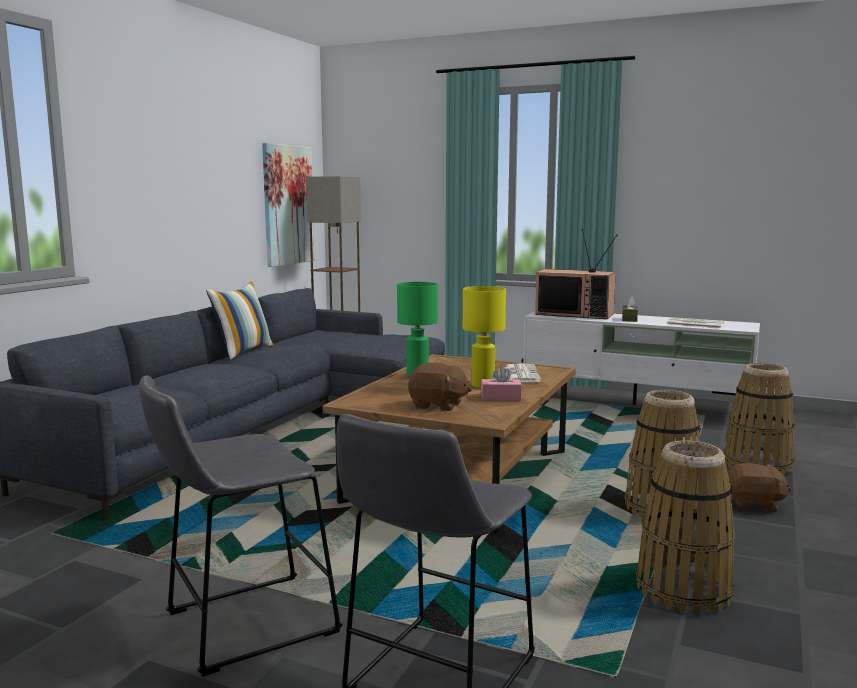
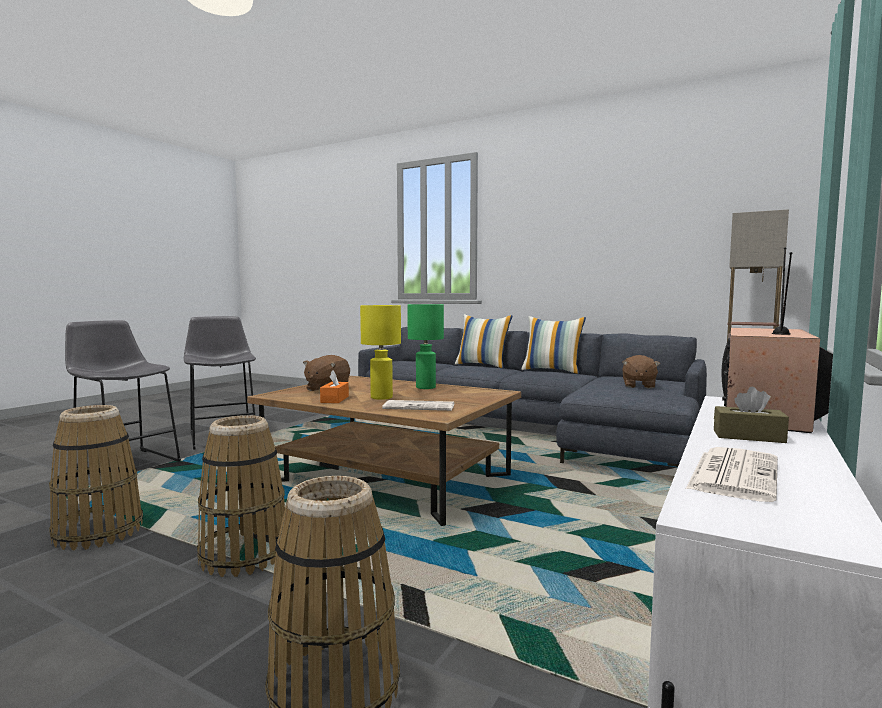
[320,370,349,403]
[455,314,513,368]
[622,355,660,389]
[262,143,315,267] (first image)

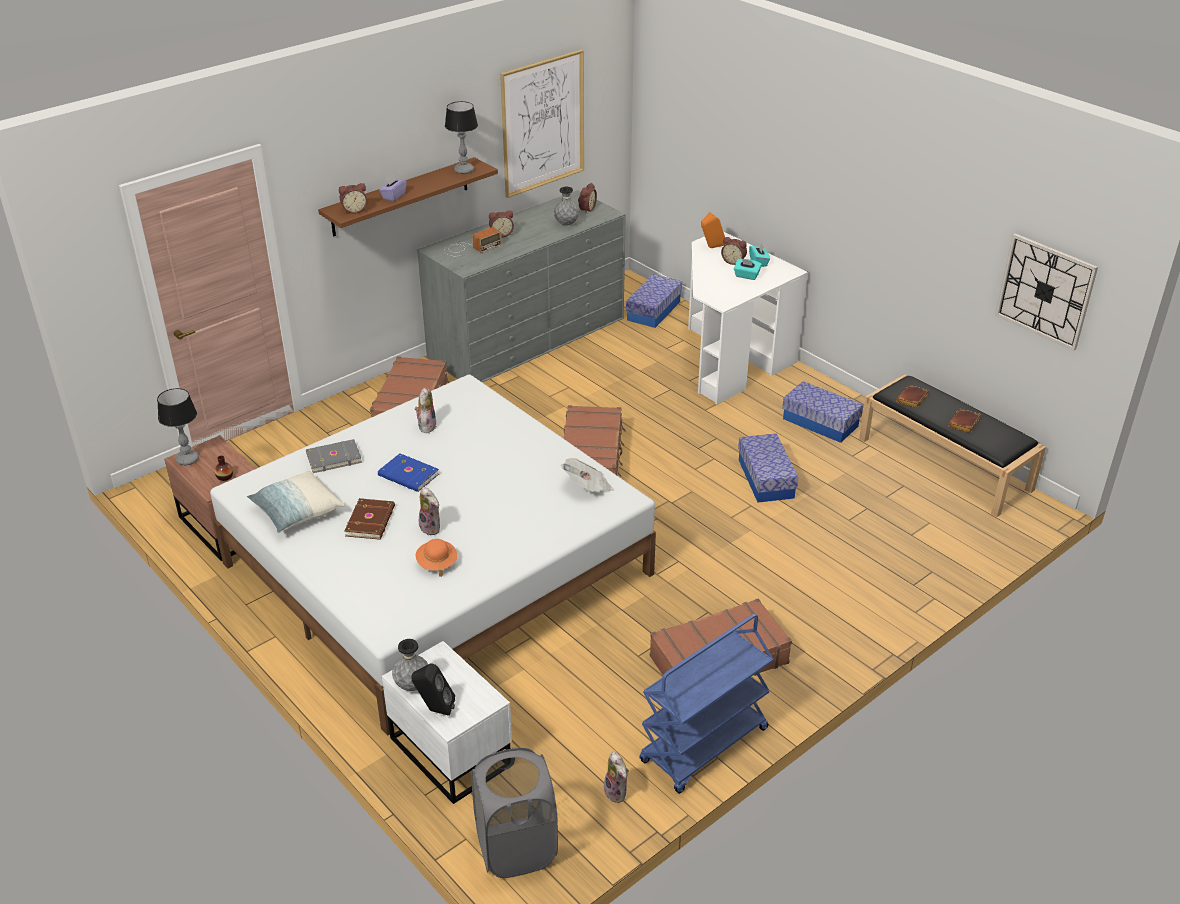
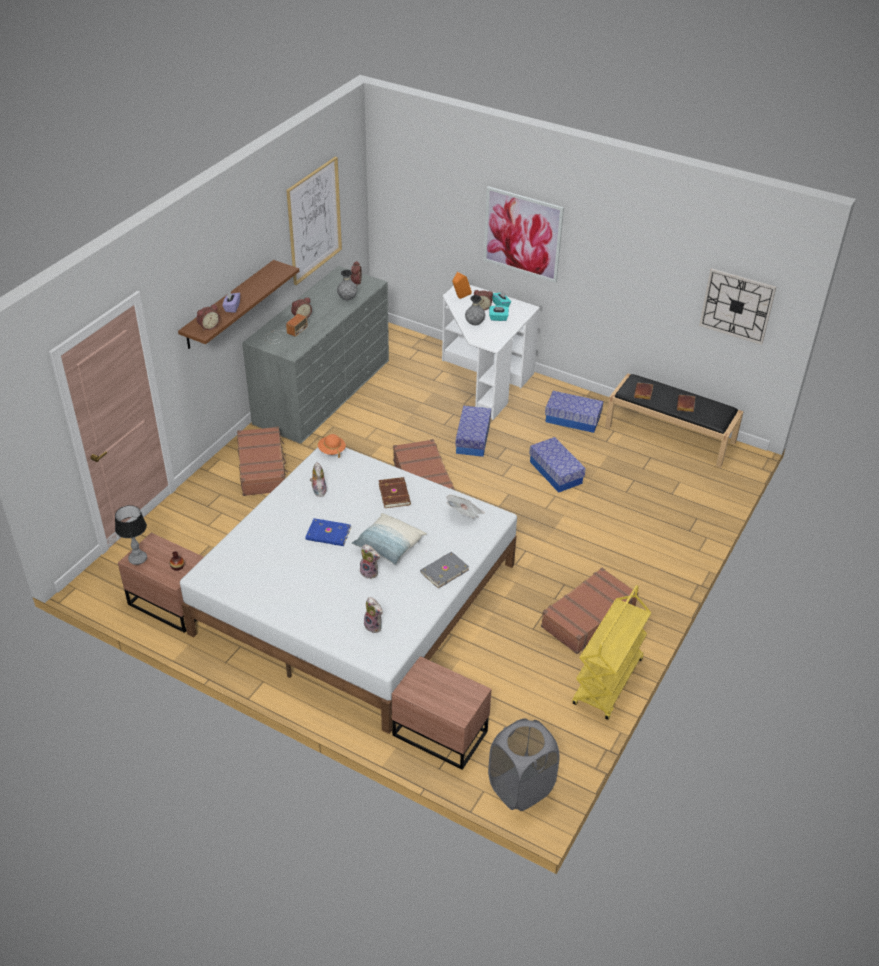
[318,434,346,458]
[351,513,427,565]
[364,597,383,633]
[379,477,411,508]
[391,656,492,770]
[420,552,469,589]
[455,406,491,457]
[465,295,485,325]
[483,186,564,283]
[572,585,652,720]
[411,664,455,716] (first image)
[445,101,478,174] (first image)

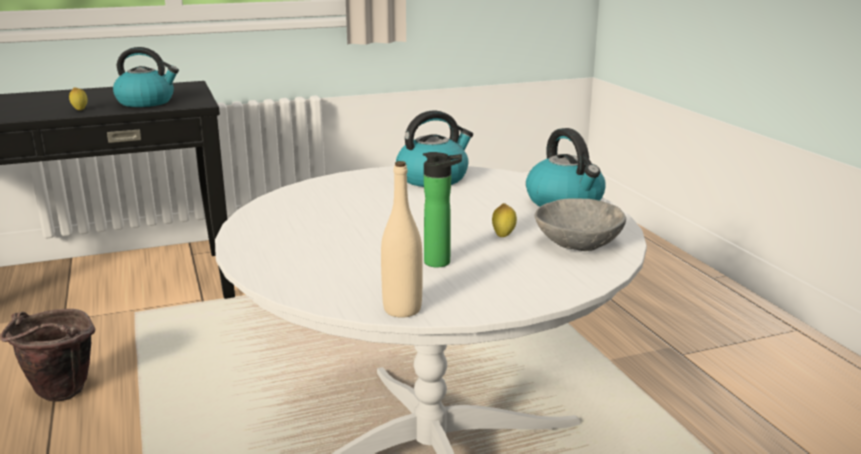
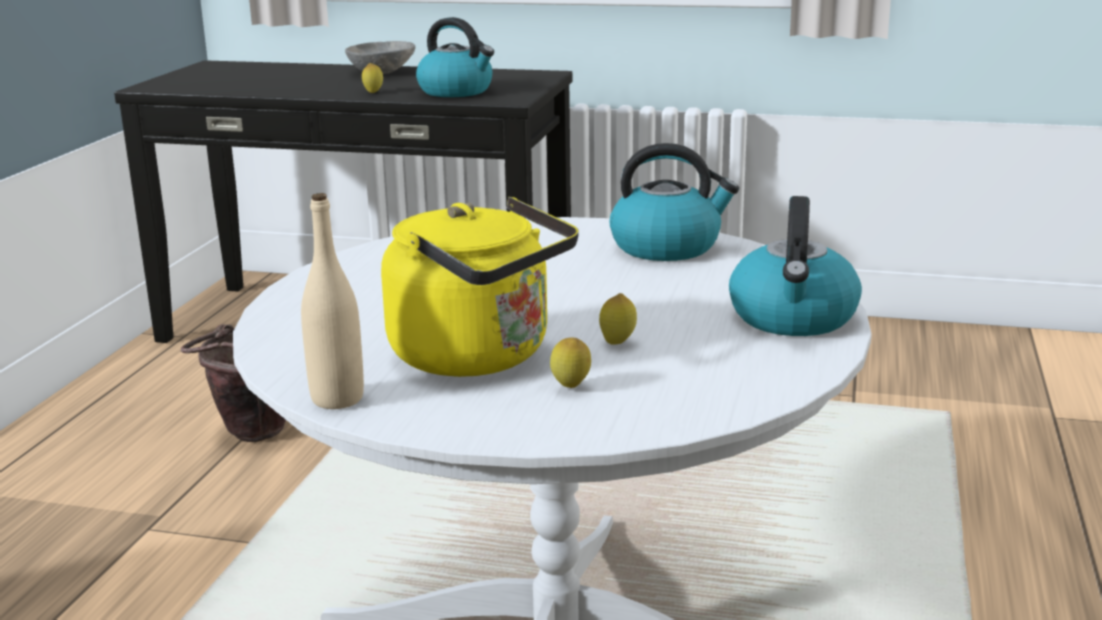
[345,41,415,74]
[381,197,579,377]
[550,338,591,388]

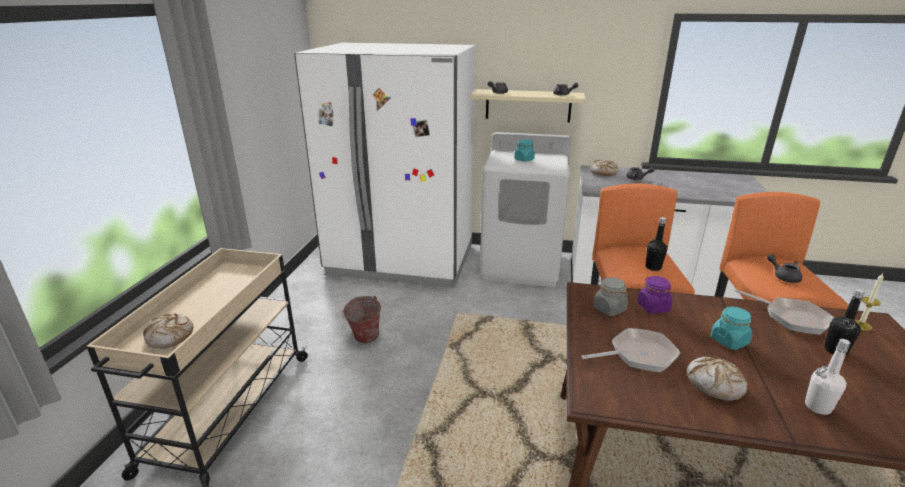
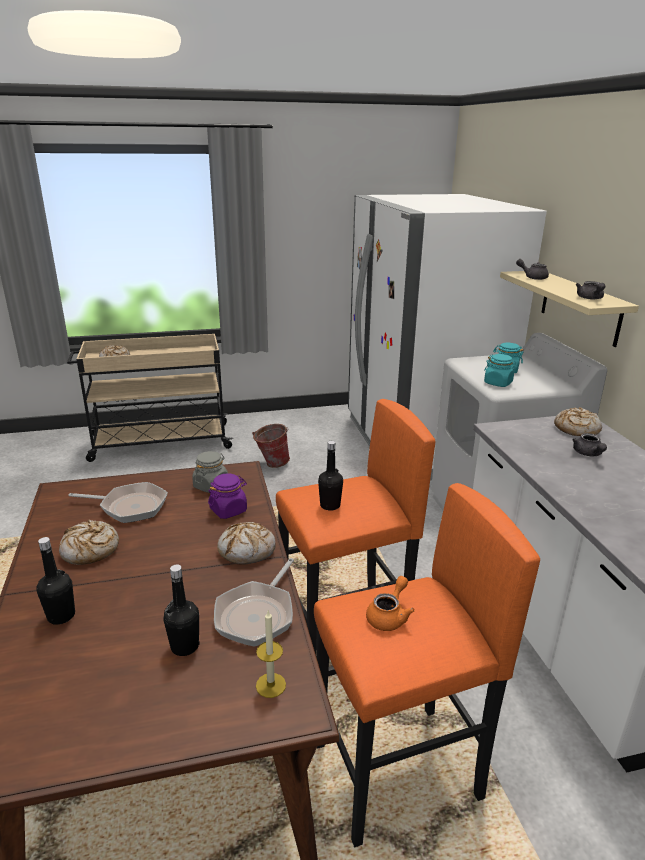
[36,537,75,625]
[68,482,168,523]
[217,522,276,565]
[366,576,415,631]
[484,354,517,387]

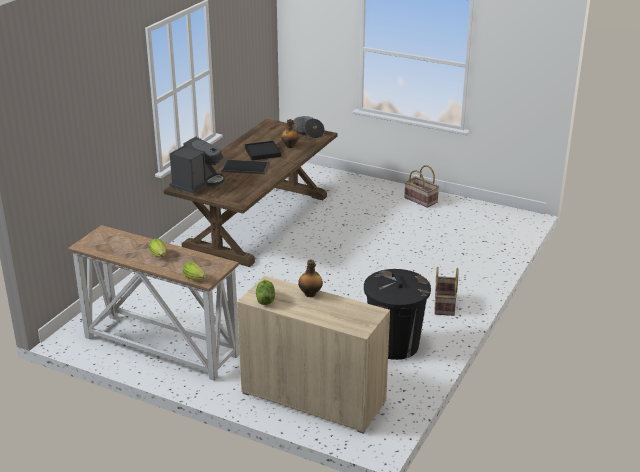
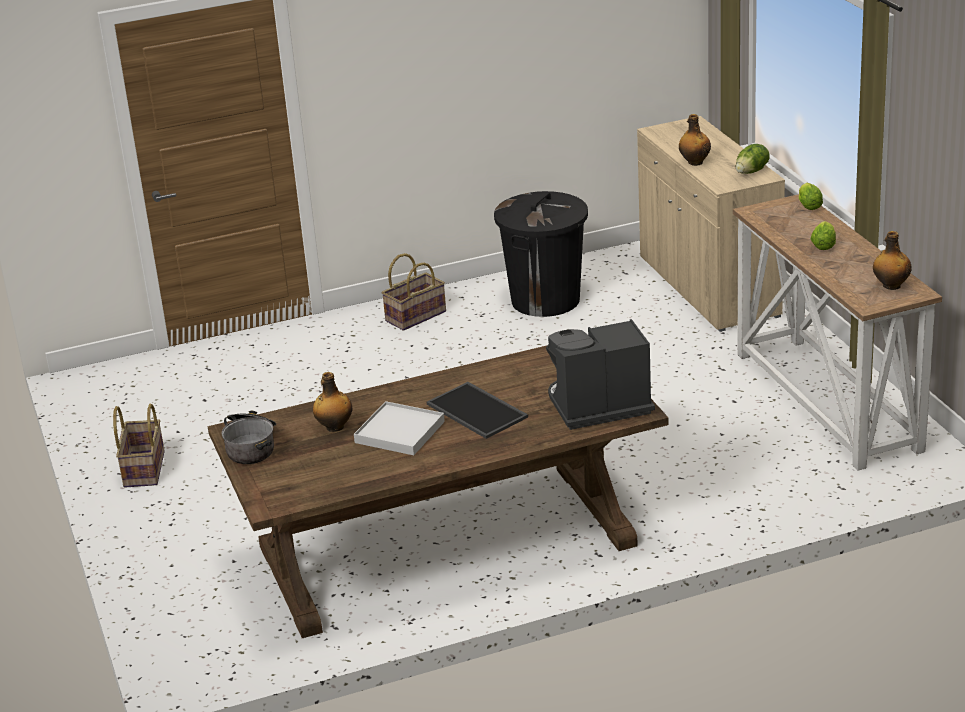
[354,401,445,455]
[873,231,912,290]

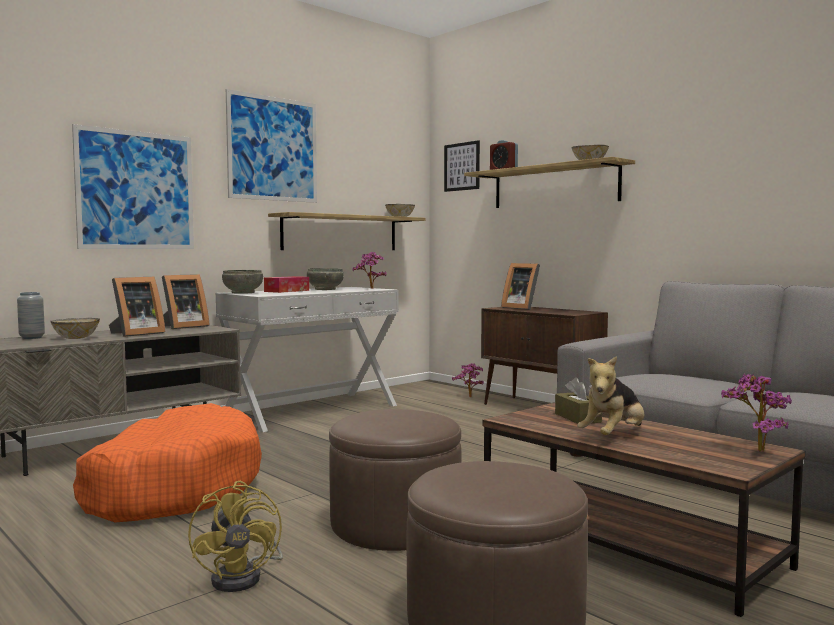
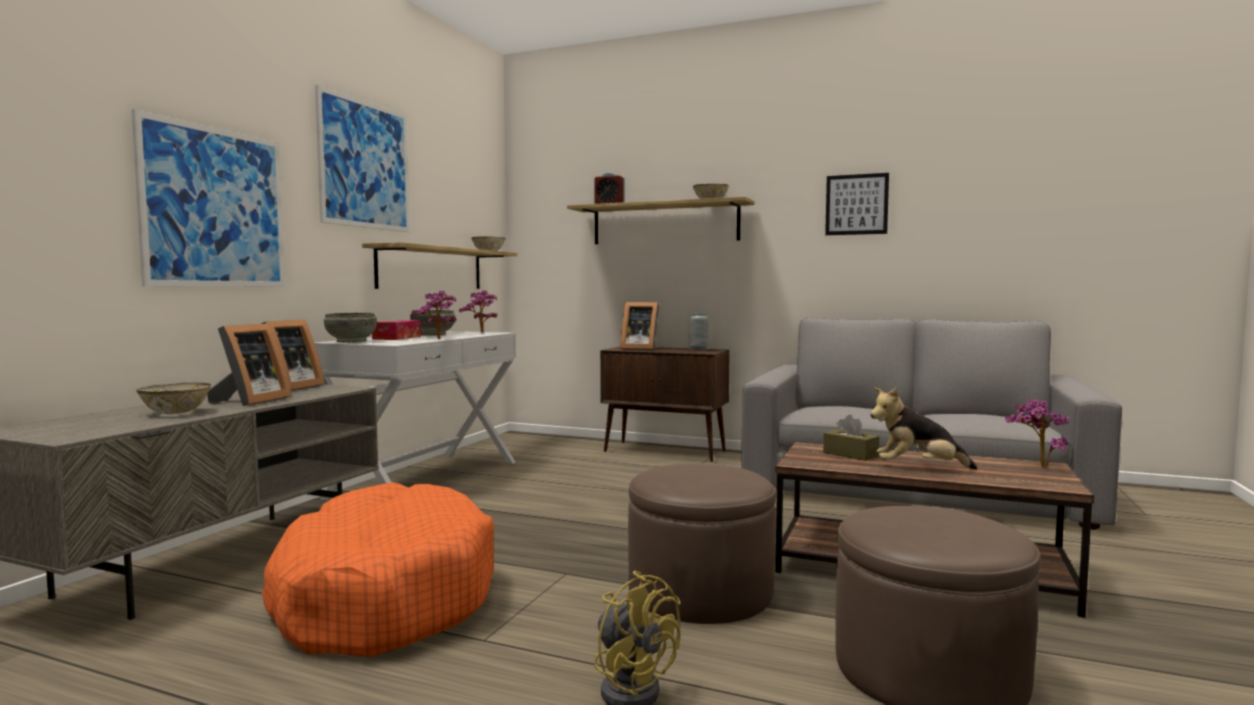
[412,291,457,339]
[690,313,708,350]
[825,173,889,235]
[870,387,977,469]

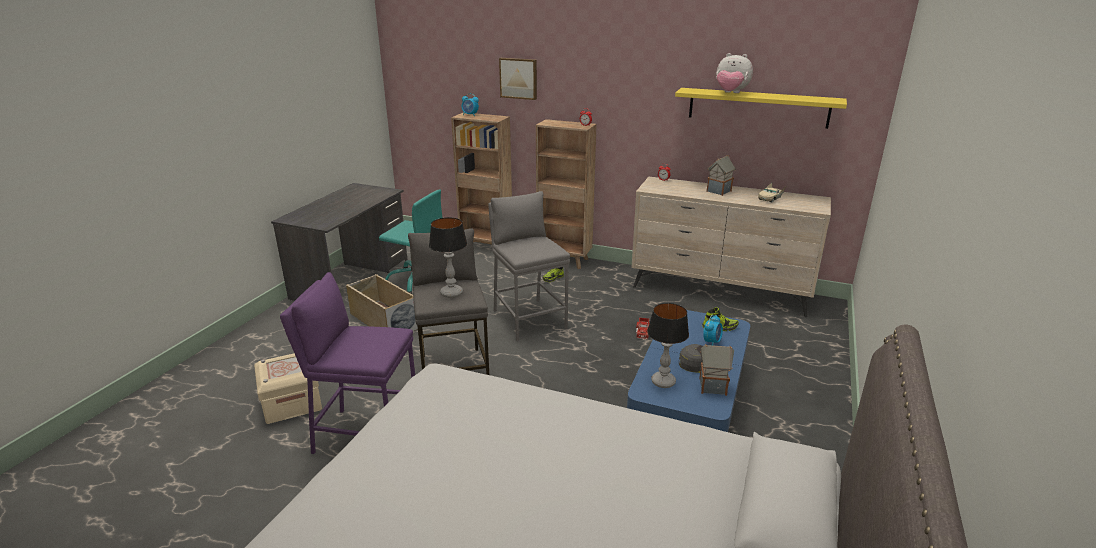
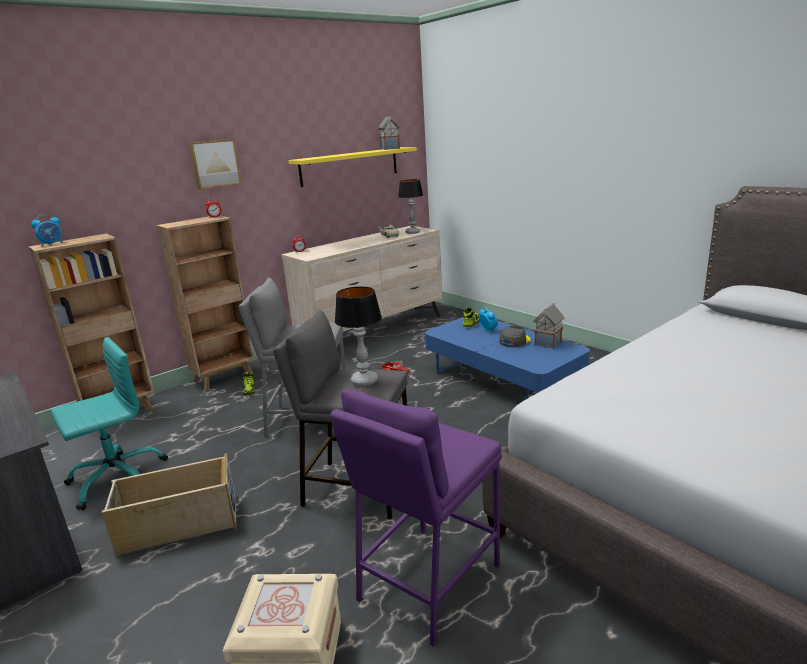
[189,139,241,189]
[378,116,400,150]
[398,179,423,234]
[716,53,753,93] (first image)

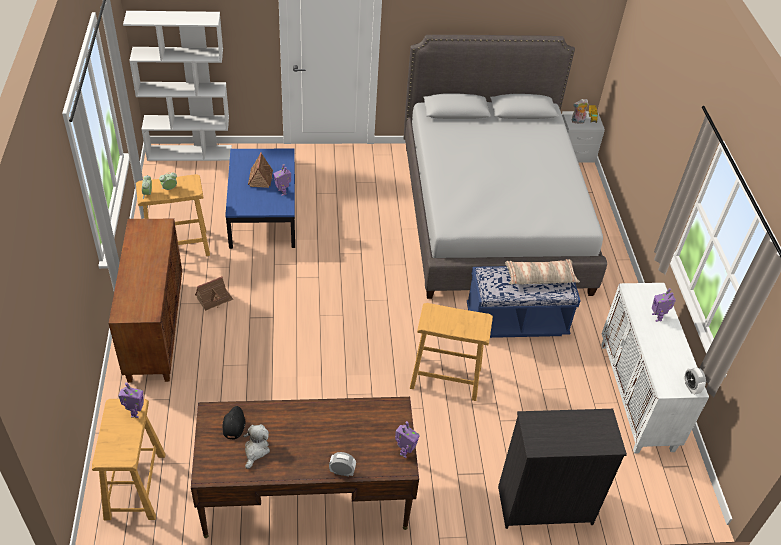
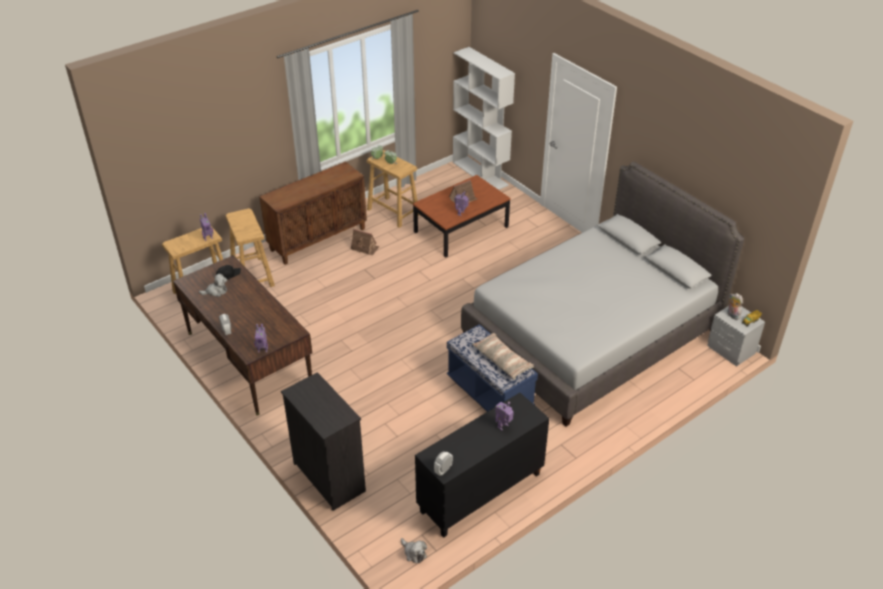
[226,208,275,287]
[401,538,427,563]
[413,175,510,258]
[415,393,549,537]

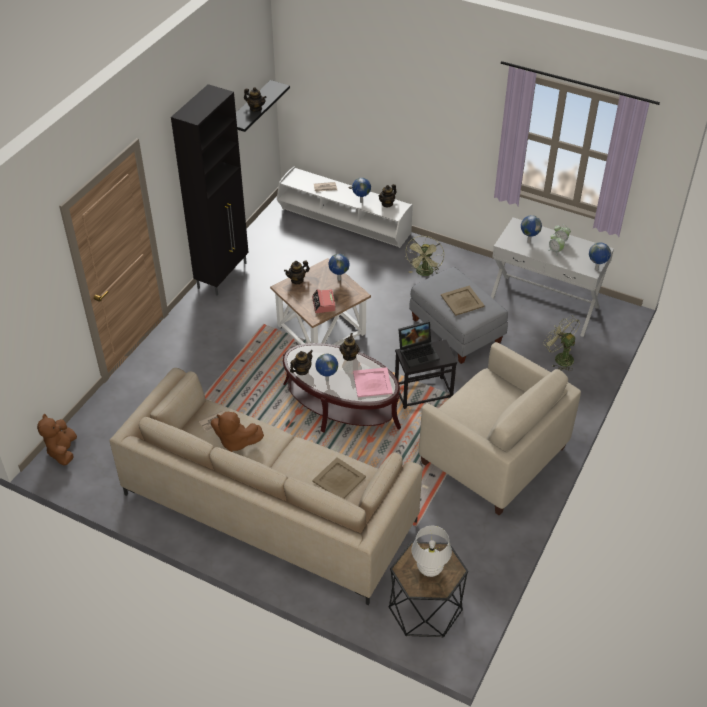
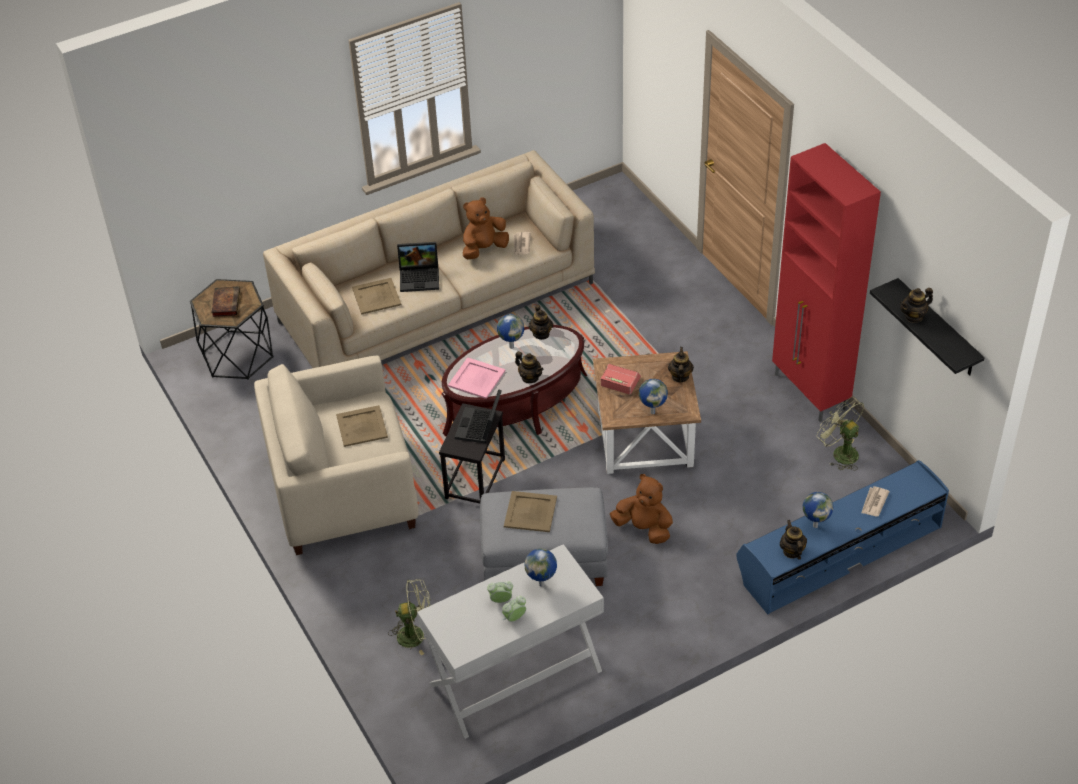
[211,286,240,317]
[336,405,388,447]
[397,242,439,292]
[610,474,673,544]
[736,460,949,614]
[772,143,881,422]
[817,397,864,470]
[589,242,611,270] (first image)

